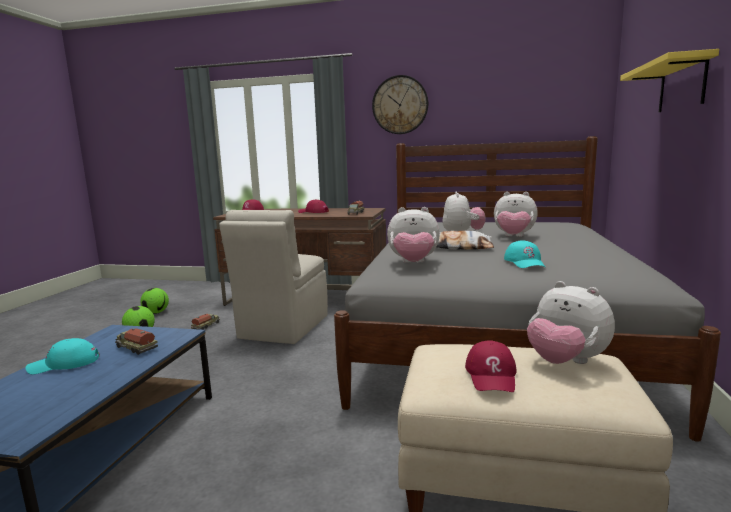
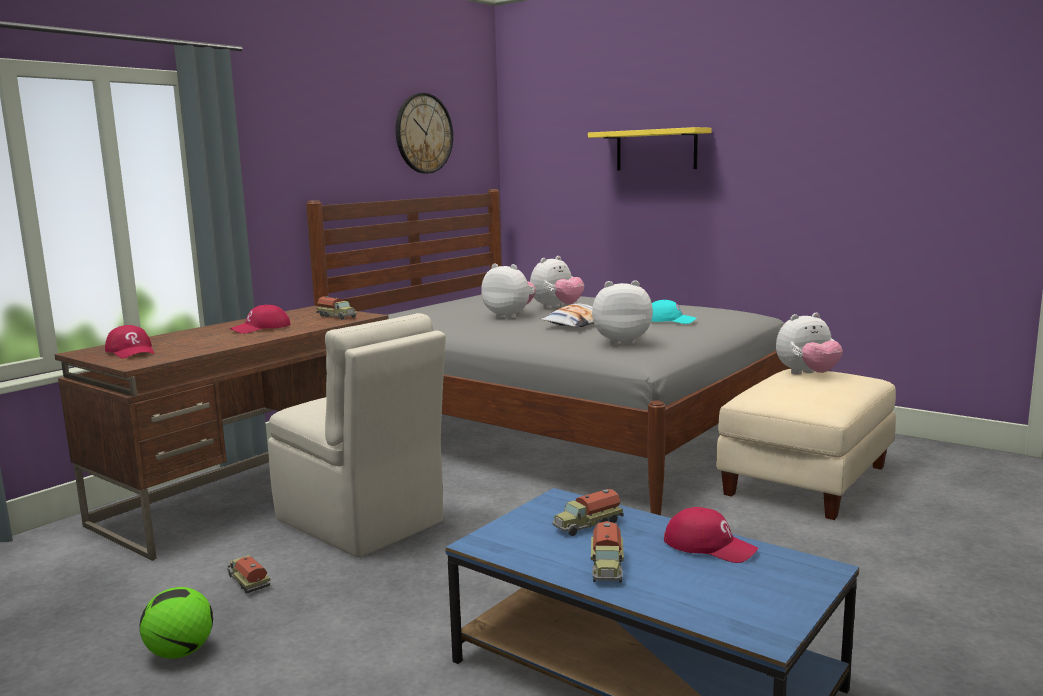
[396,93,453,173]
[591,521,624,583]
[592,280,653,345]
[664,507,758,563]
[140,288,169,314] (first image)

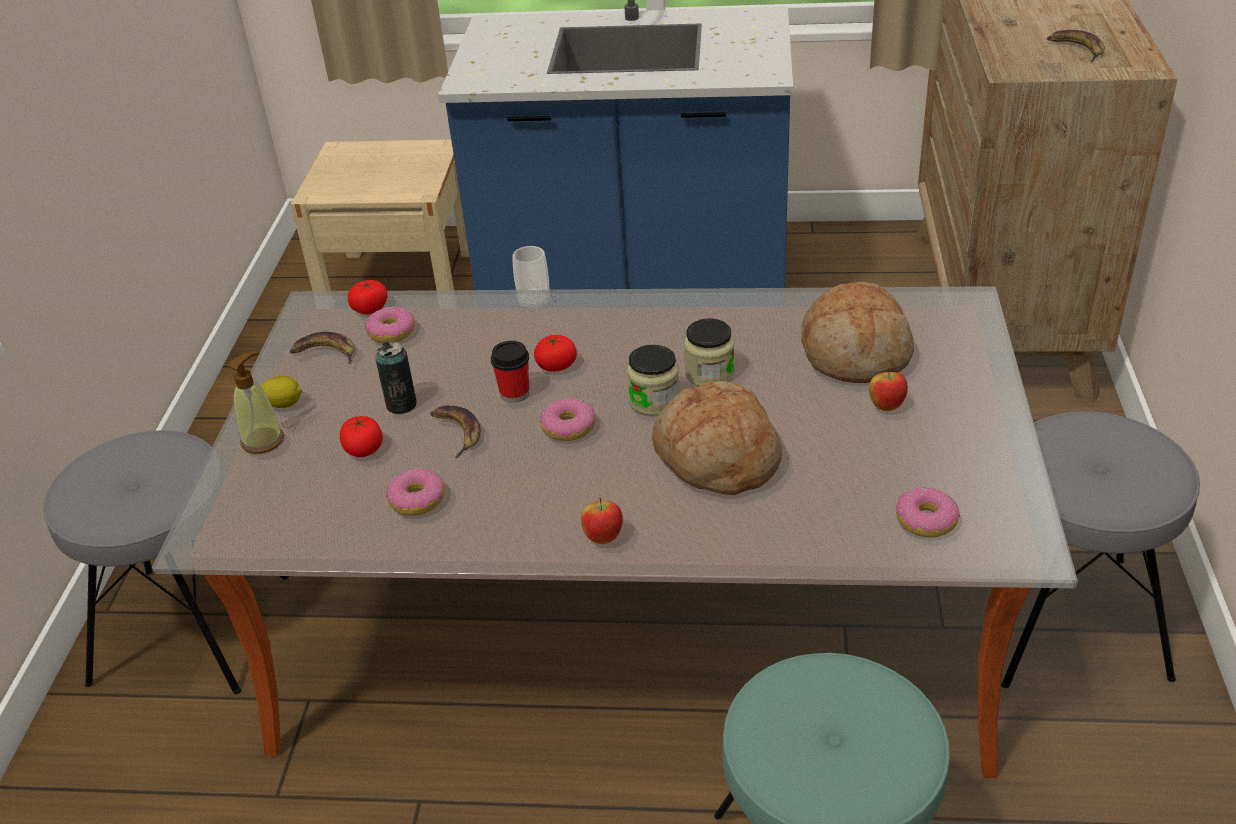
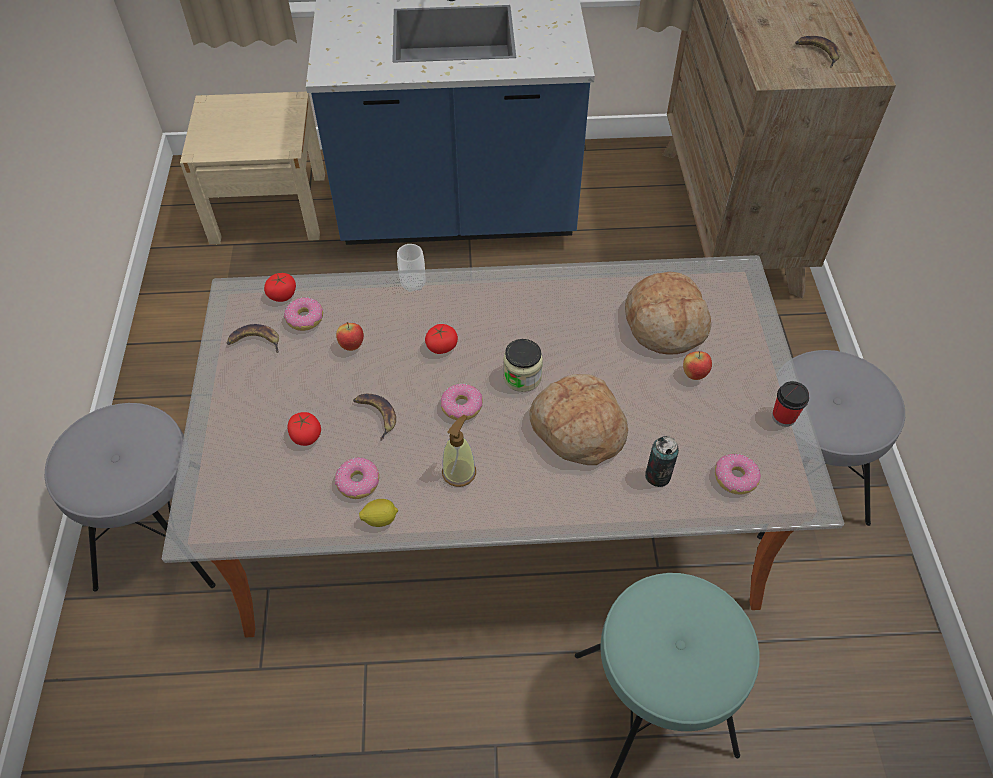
[336,322,364,351]
[359,499,398,527]
[442,415,476,487]
[645,436,679,487]
[772,381,809,427]
[684,318,734,386] (first image)

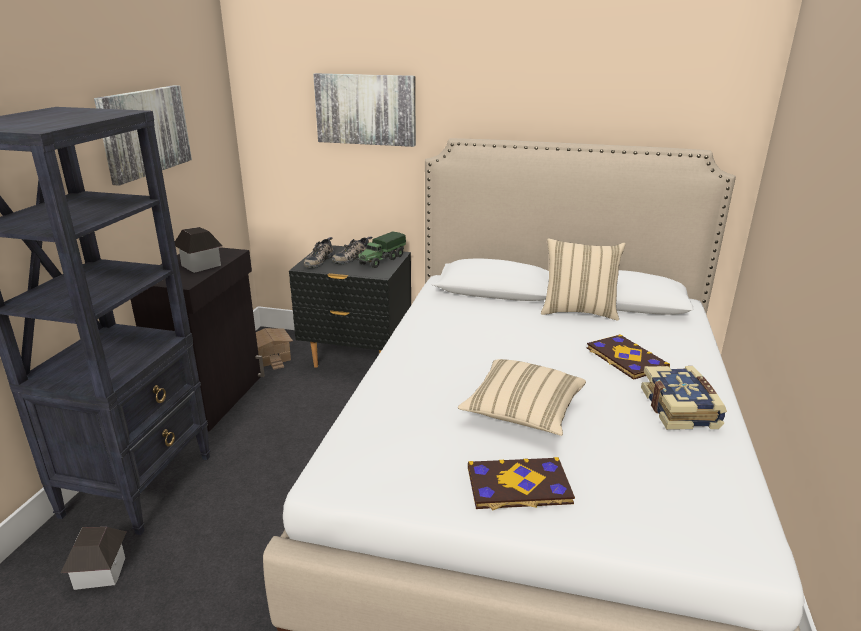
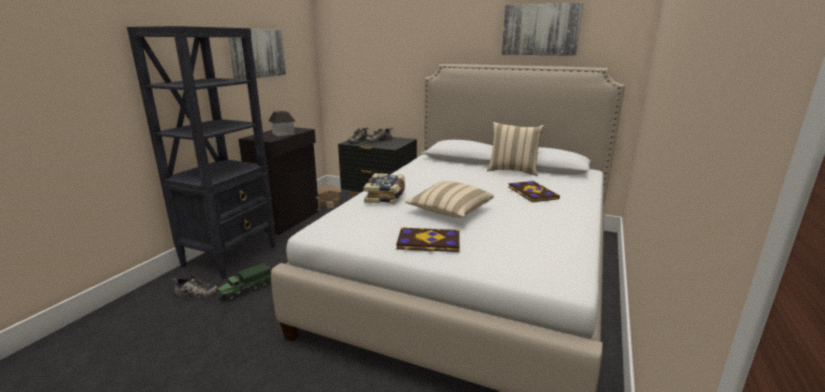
[171,275,218,298]
[216,263,271,301]
[363,173,405,204]
[502,3,583,56]

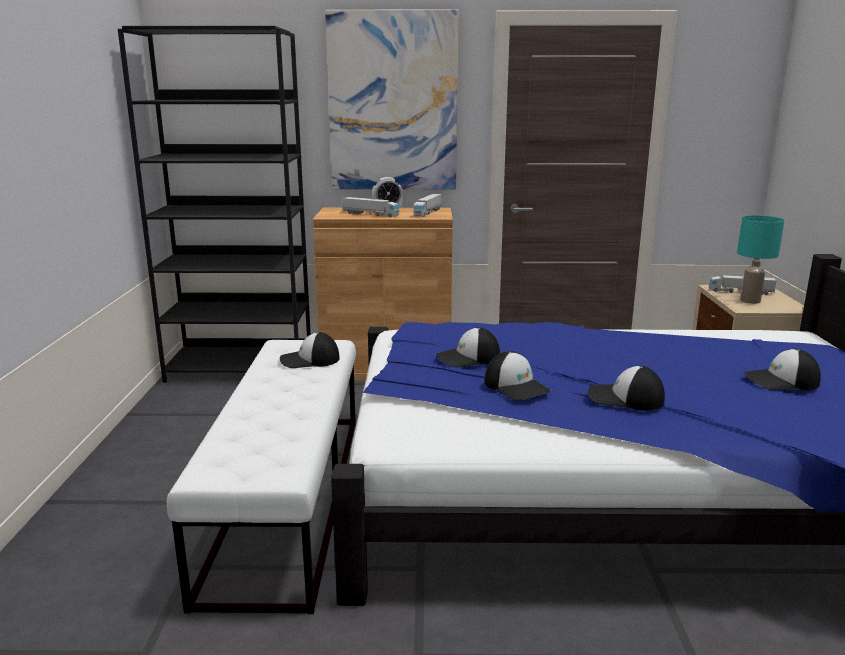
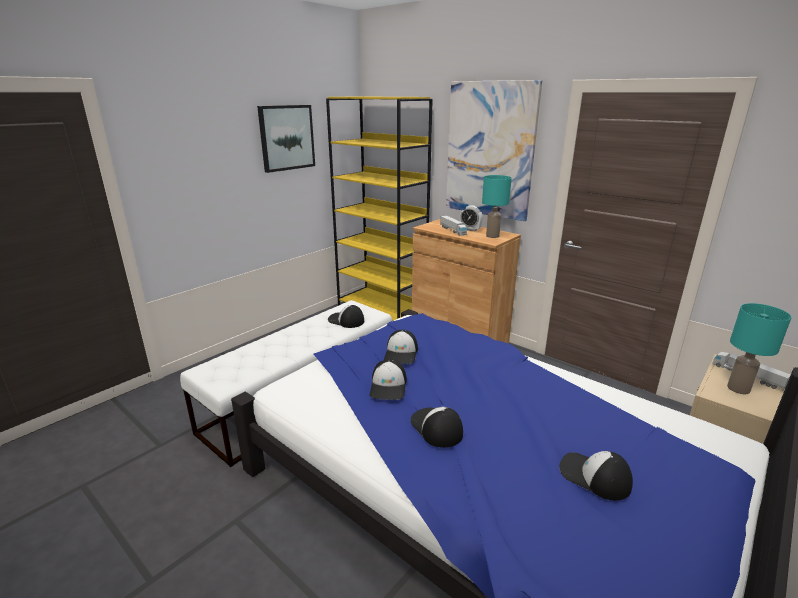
[257,105,315,173]
[326,96,433,321]
[384,330,418,364]
[482,175,512,238]

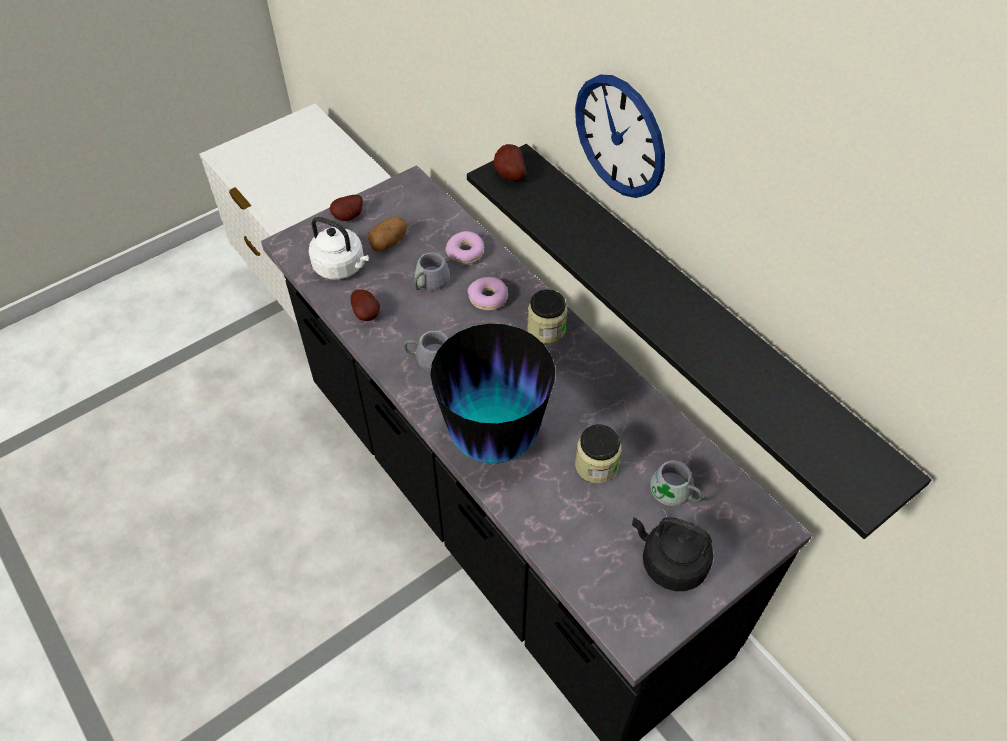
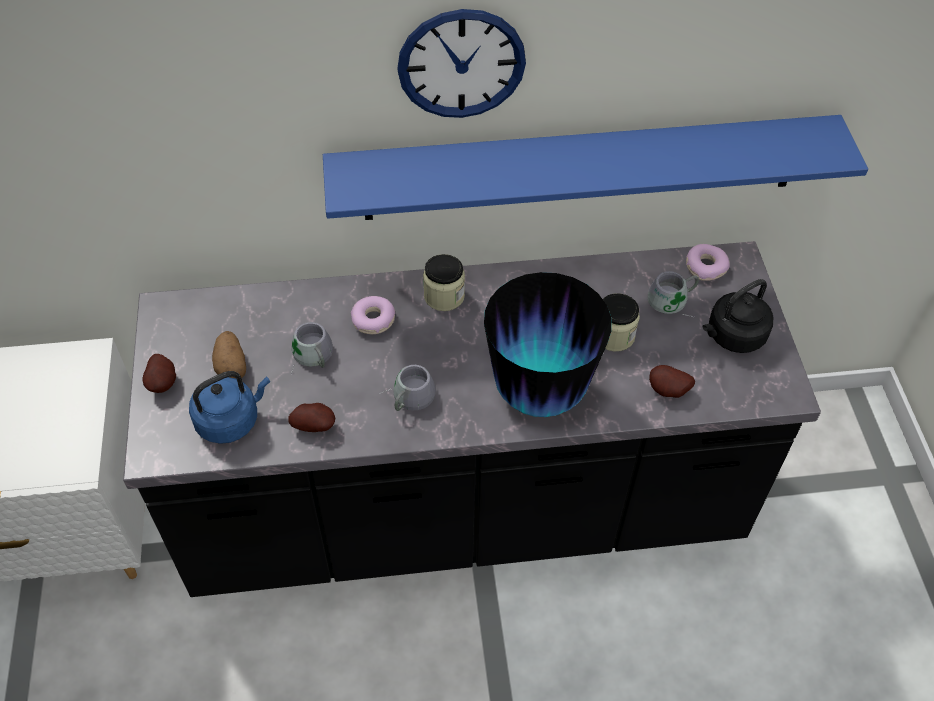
[189,371,270,444]
[323,115,868,220]
[649,365,695,398]
[686,244,730,281]

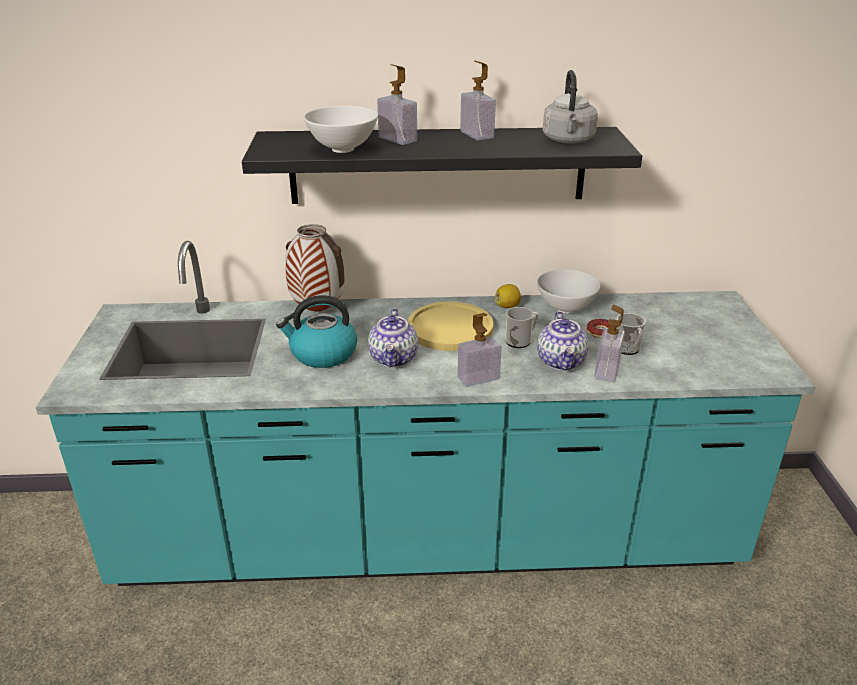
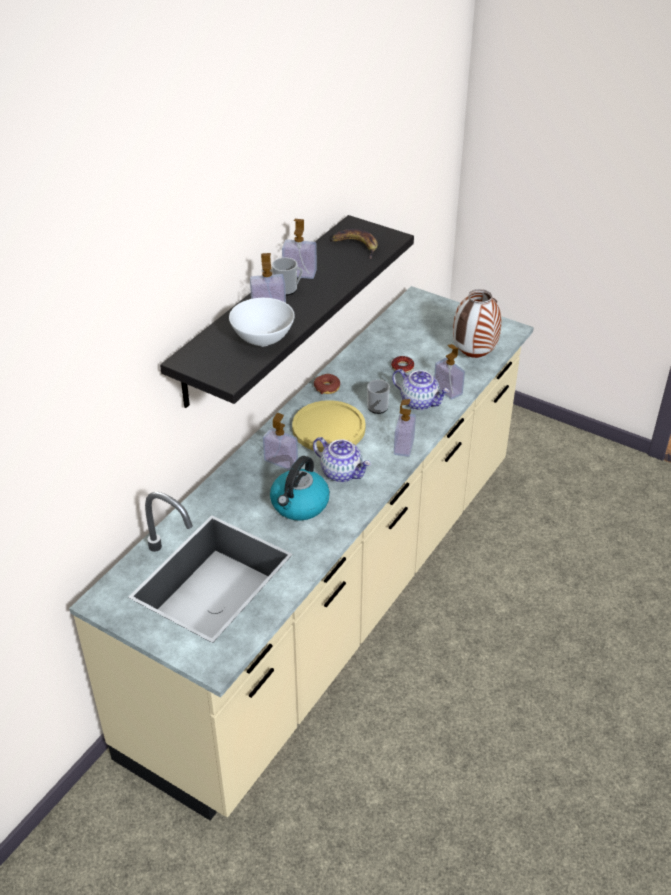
[69,286,534,820]
[263,413,298,470]
[272,257,303,296]
[314,374,340,394]
[331,229,378,259]
[453,289,501,358]
[537,269,601,313] (first image)

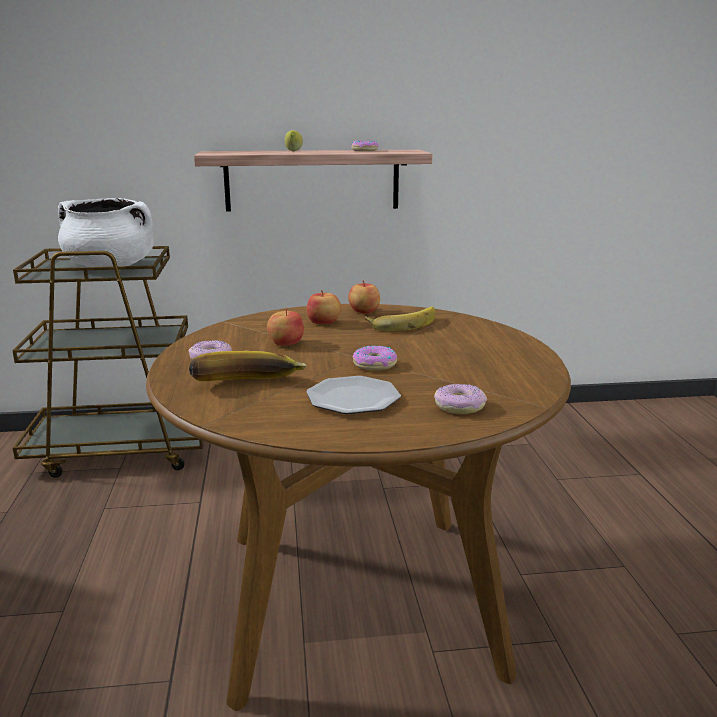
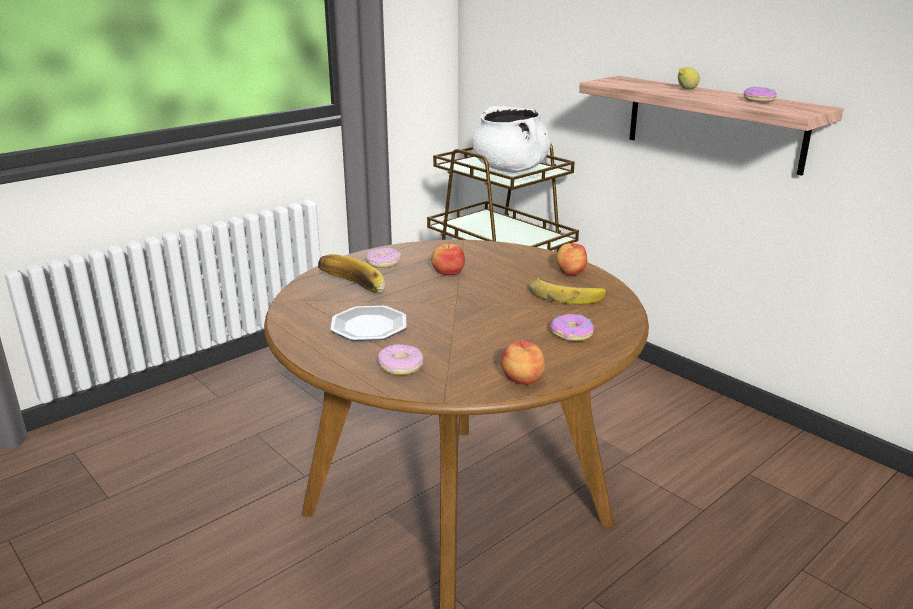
[501,341,545,385]
[550,314,594,341]

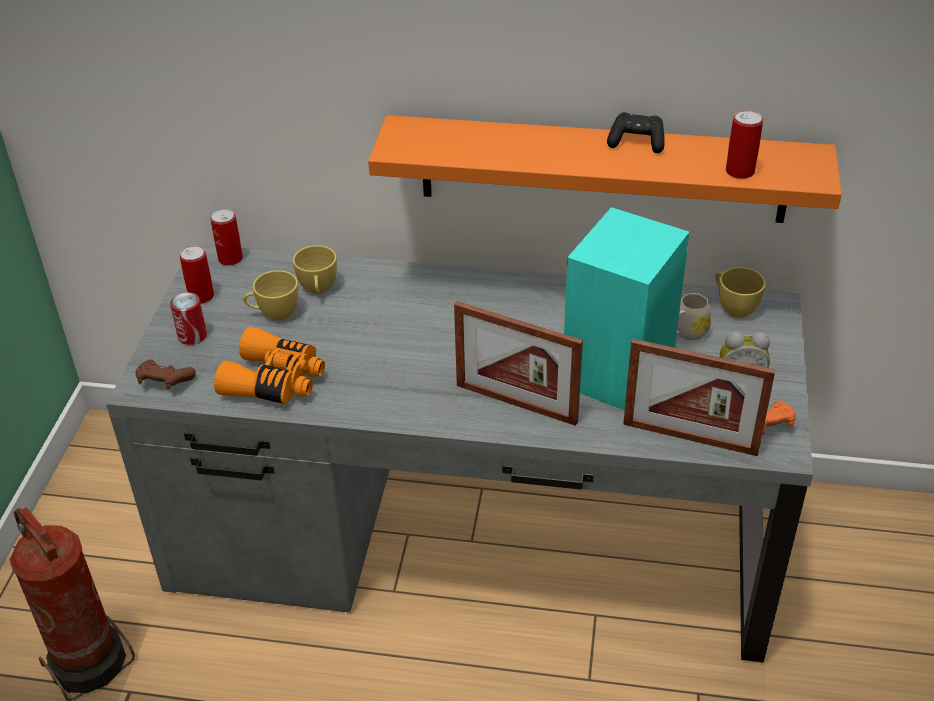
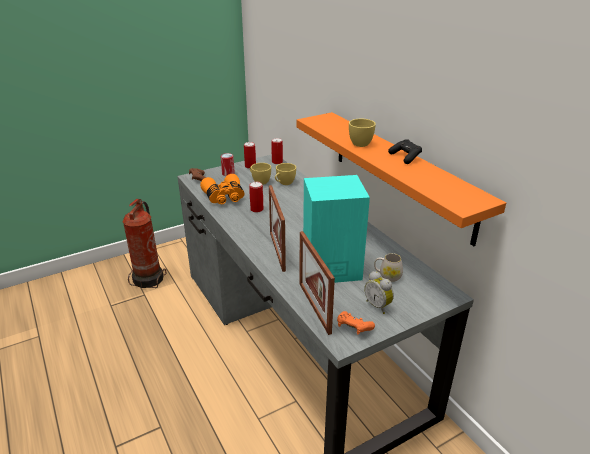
[249,182,264,213]
[349,119,376,147]

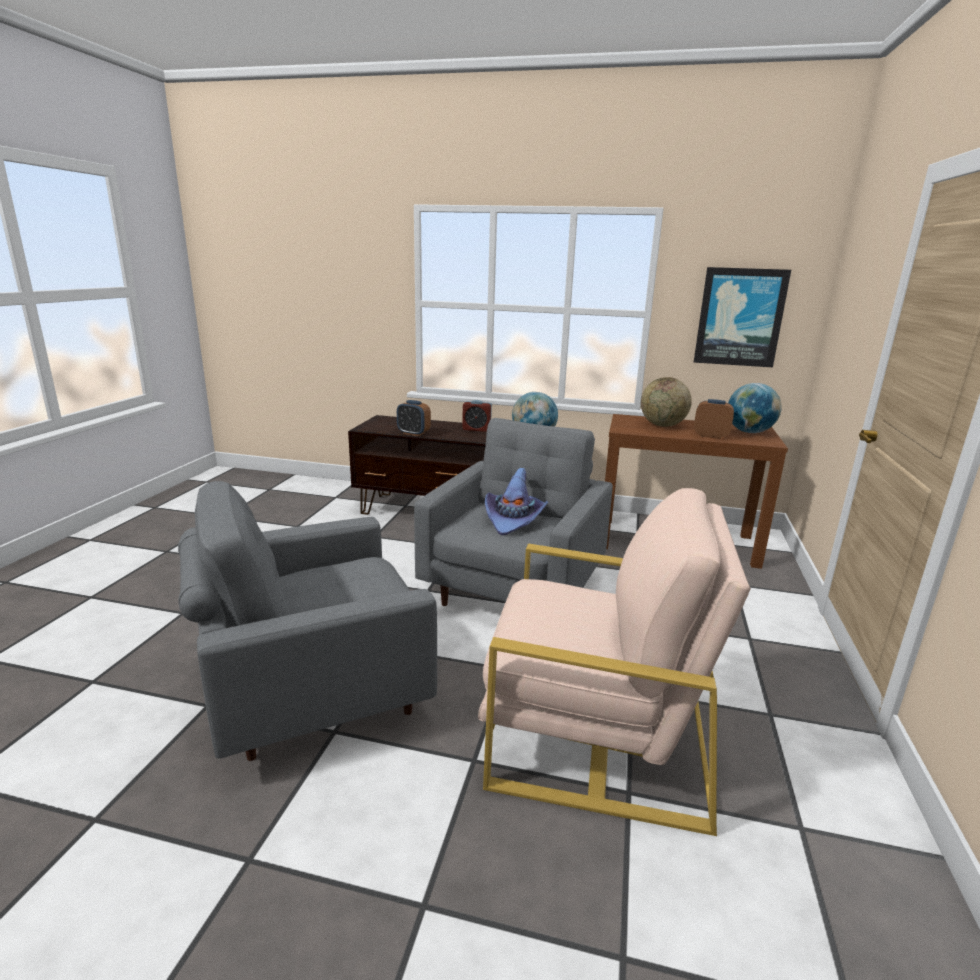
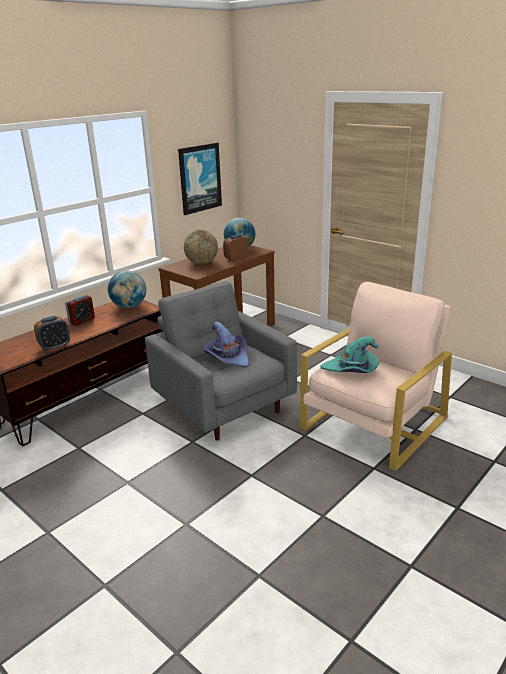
[320,337,379,373]
[178,481,437,761] (first image)

